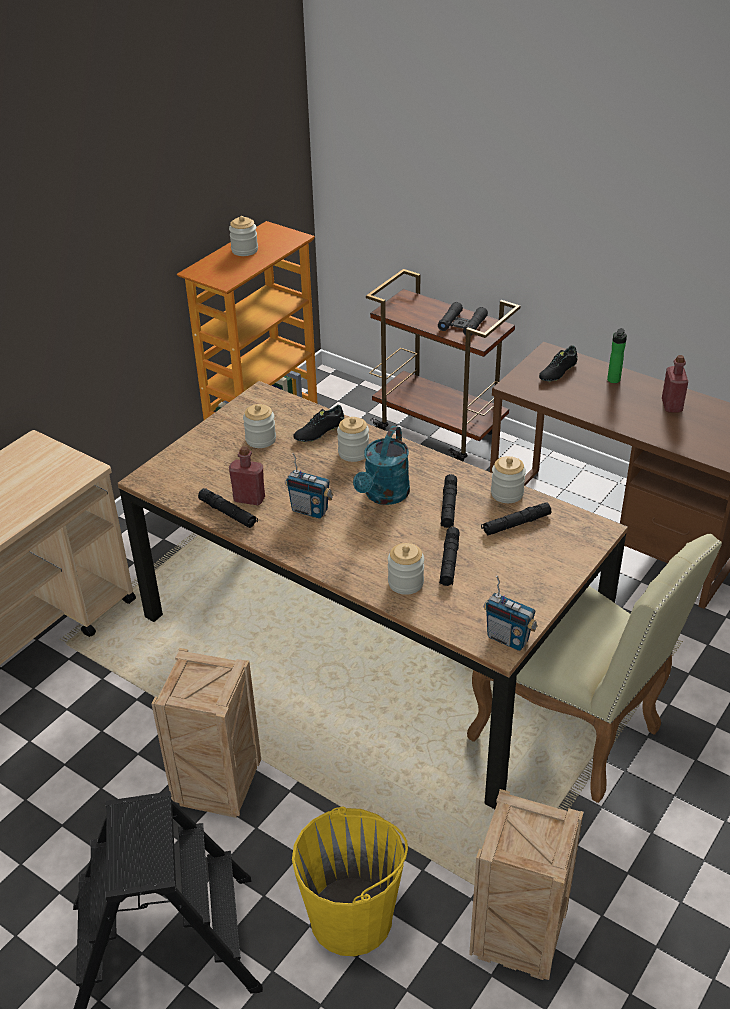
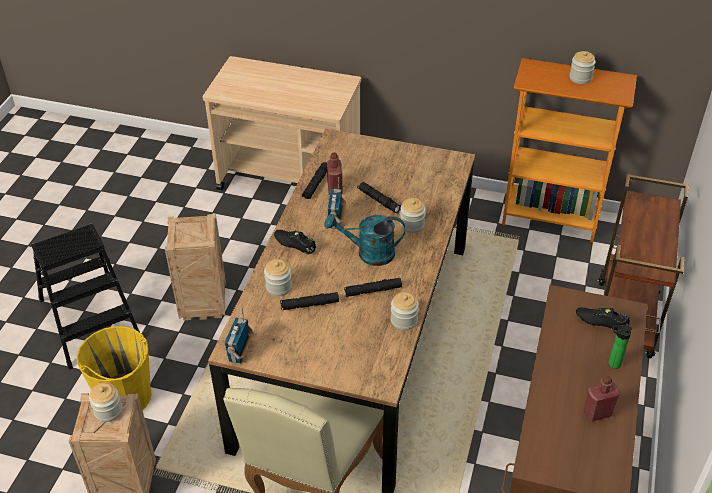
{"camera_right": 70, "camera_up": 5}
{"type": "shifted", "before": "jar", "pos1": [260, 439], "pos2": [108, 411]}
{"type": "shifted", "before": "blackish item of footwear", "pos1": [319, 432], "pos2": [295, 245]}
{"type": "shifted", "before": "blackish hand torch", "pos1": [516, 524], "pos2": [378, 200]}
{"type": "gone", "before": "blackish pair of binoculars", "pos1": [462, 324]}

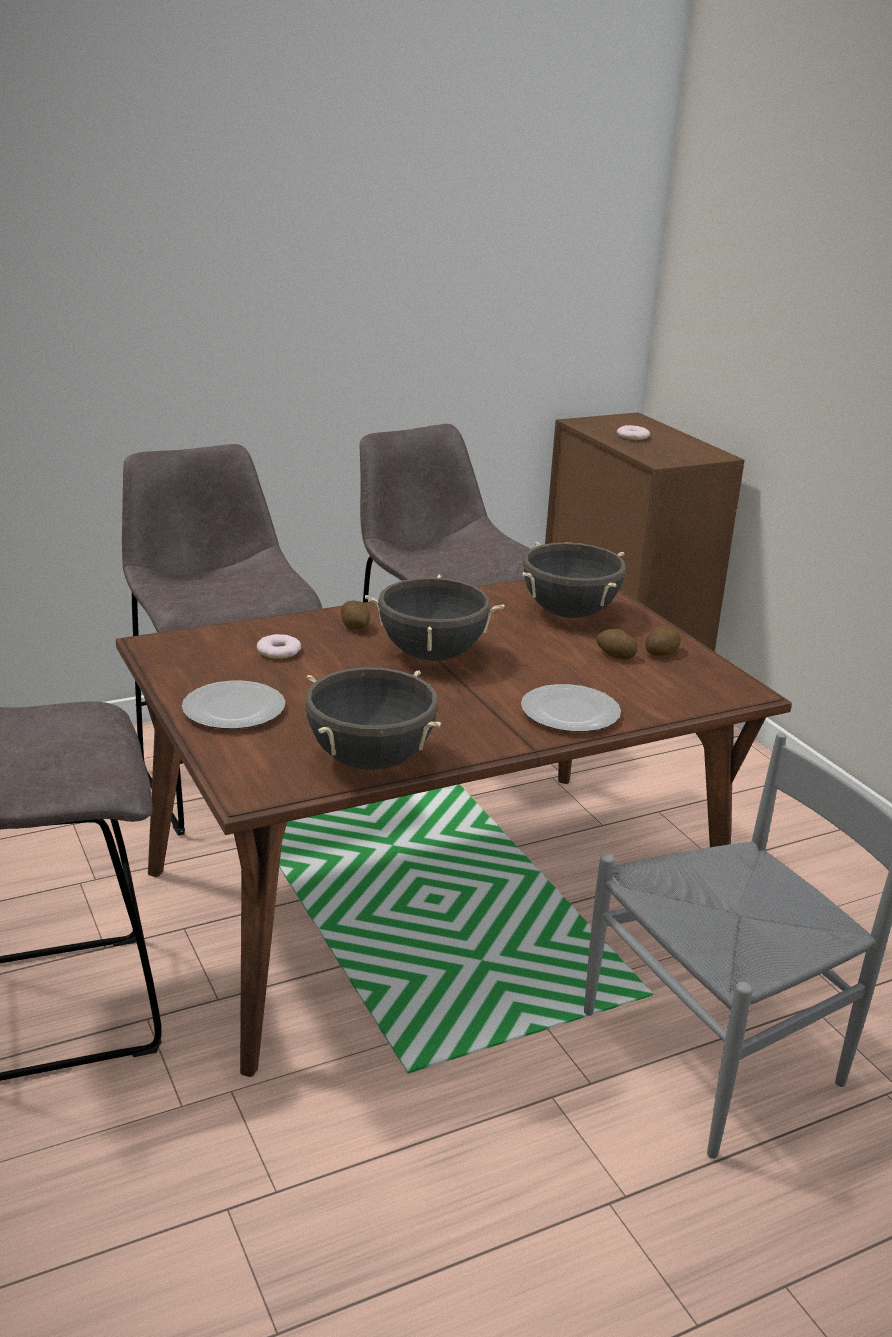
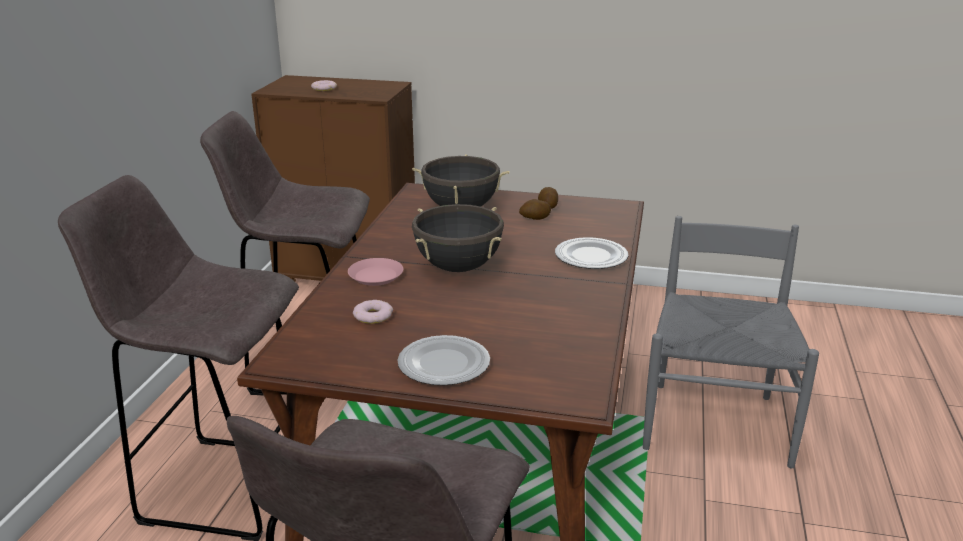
{"camera_right": -50, "camera_up": 0}
{"type": "swapped", "before": "whole potato", "after": "pink plate", "pos1": [355, 627], "pos2": [376, 276]}
{"type": "gone", "before": "blackish saucepot", "pos1": [370, 761]}

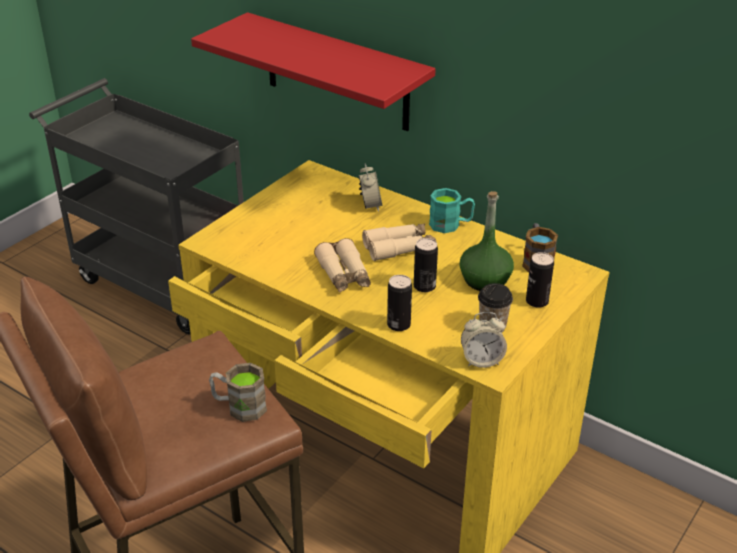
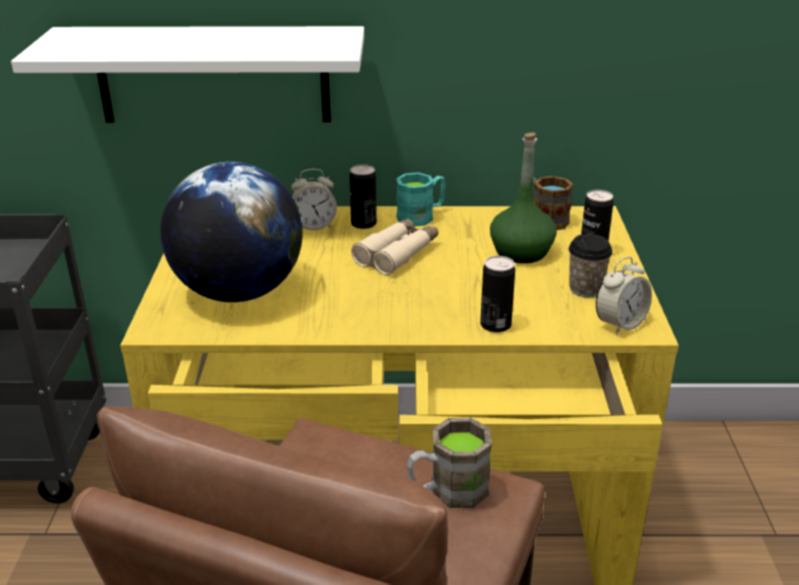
{"camera_right": -35, "camera_up": -5}
{"type": "repainted", "before": "reddish wall shelf", "after": "white wall shelf", "pos1": [337, 73], "pos2": [213, 75]}
{"type": "new", "after": "world globe", "pos2": [239, 292]}
{"type": "rotated", "before": "bedside clock", "pos1": [370, 205], "pos2": [314, 226], "turn": 120}
{"type": "shifted", "before": "can", "pos1": [424, 286], "pos2": [363, 224]}
{"type": "gone", "before": "beige-coloured pair of binoculars", "pos1": [344, 274]}

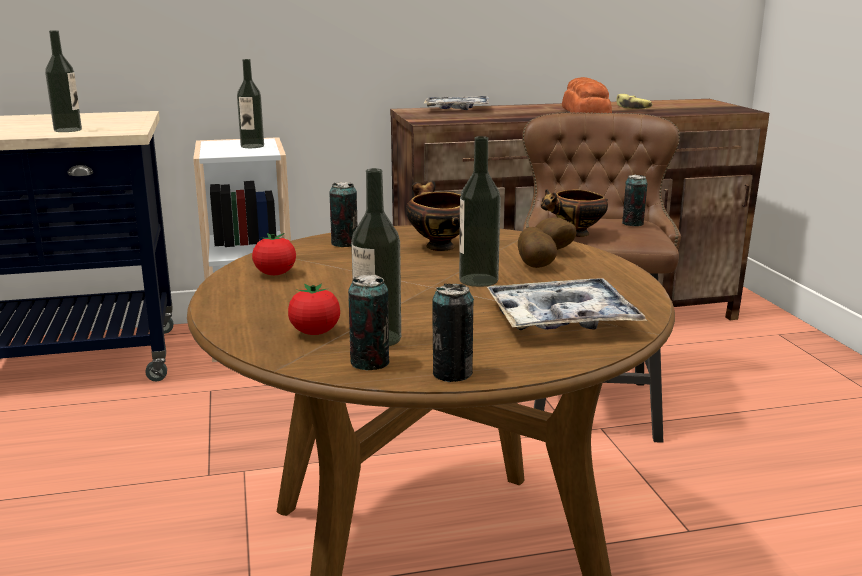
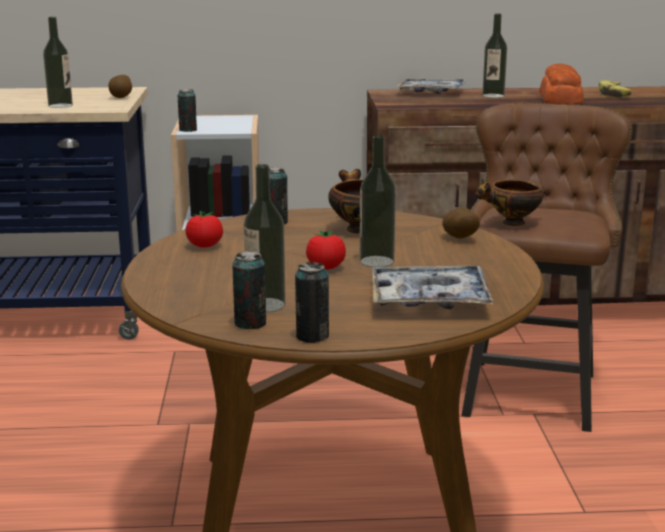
{"camera_right": 10, "camera_up": 0}
{"type": "shifted", "before": "whole potato", "pos1": [536, 265], "pos2": [122, 97]}
{"type": "shifted", "before": "can", "pos1": [633, 224], "pos2": [188, 130]}
{"type": "shifted", "before": "fresh tomato", "pos1": [315, 332], "pos2": [326, 268]}
{"type": "shifted", "before": "beverage bottle", "pos1": [252, 146], "pos2": [493, 95]}

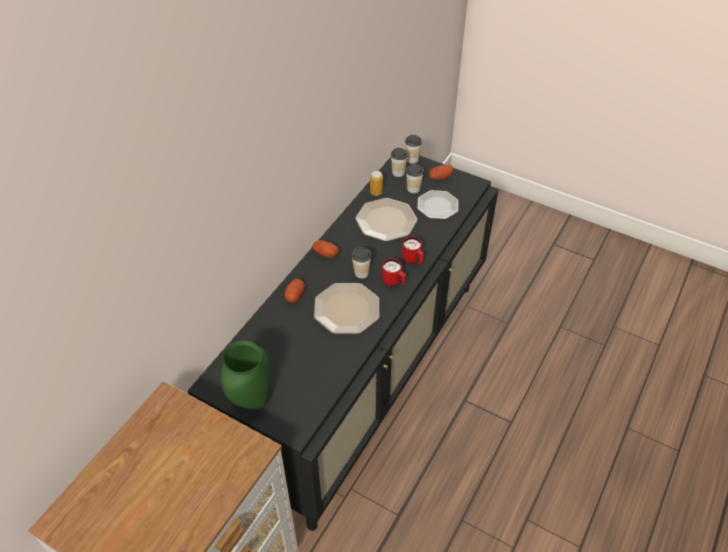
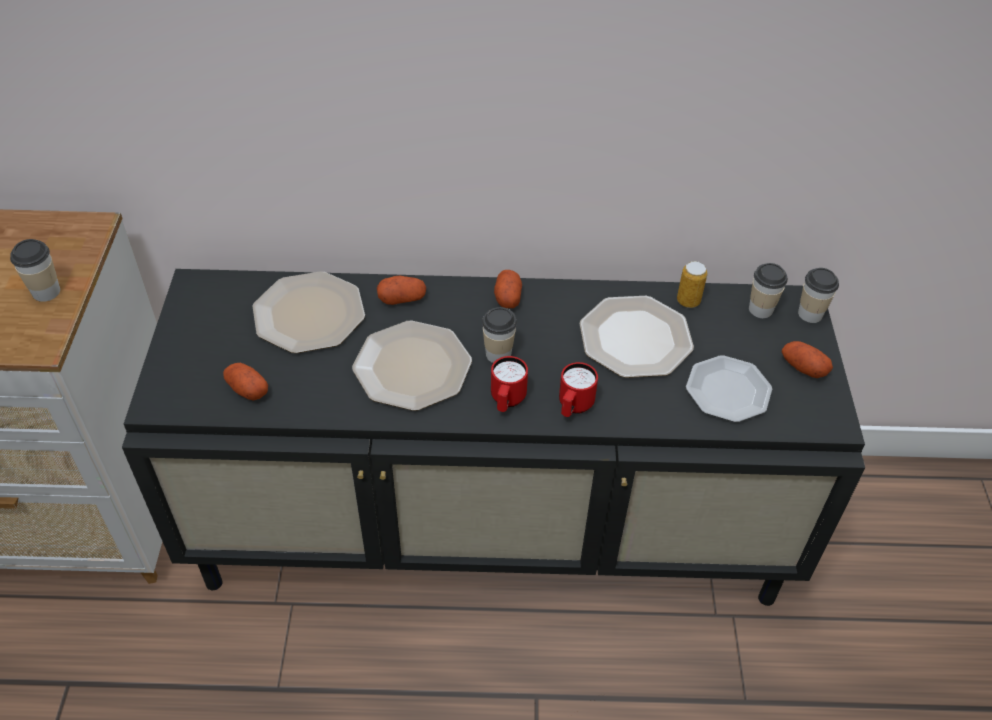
{"camera_right": 60, "camera_up": 0}
{"type": "shifted", "before": "small cup", "pos1": [413, 189], "pos2": [46, 291]}
{"type": "new", "after": "whole potato", "pos2": [247, 389]}
{"type": "new", "after": "plate", "pos2": [309, 315]}
{"type": "gone", "before": "greenish decorative vase", "pos1": [252, 402]}

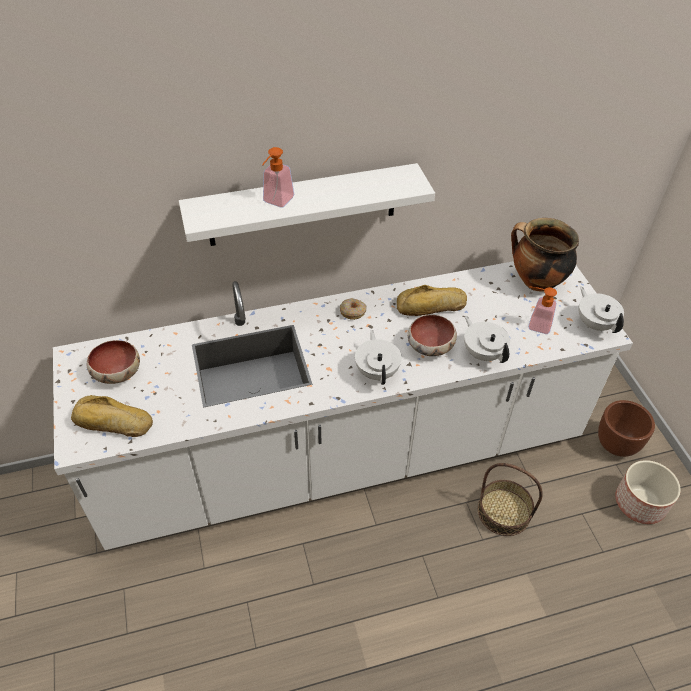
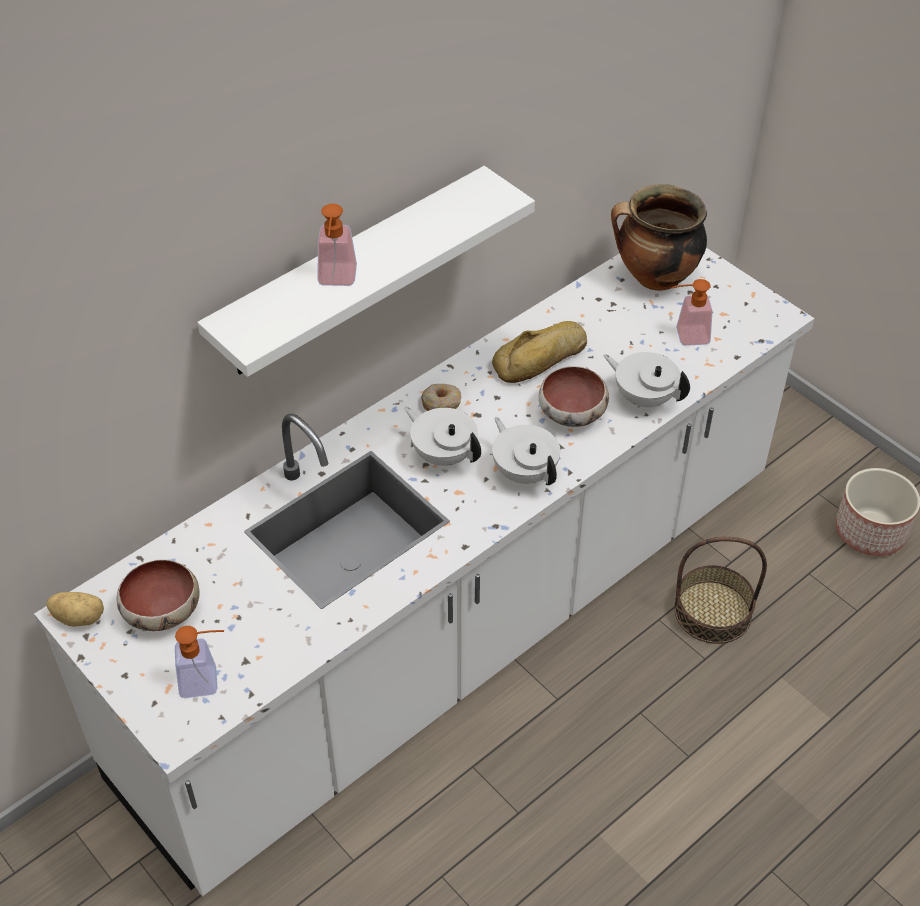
{"camera_right": -25, "camera_up": 0}
{"type": "new", "after": "whole potato", "pos2": [79, 617]}
{"type": "swapped", "before": "bread", "after": "soap bottle", "pos1": [112, 423], "pos2": [206, 681]}
{"type": "shifted", "before": "white pot for tea", "pos1": [595, 323], "pos2": [443, 454]}
{"type": "gone", "before": "brown plant pot", "pos1": [616, 445]}

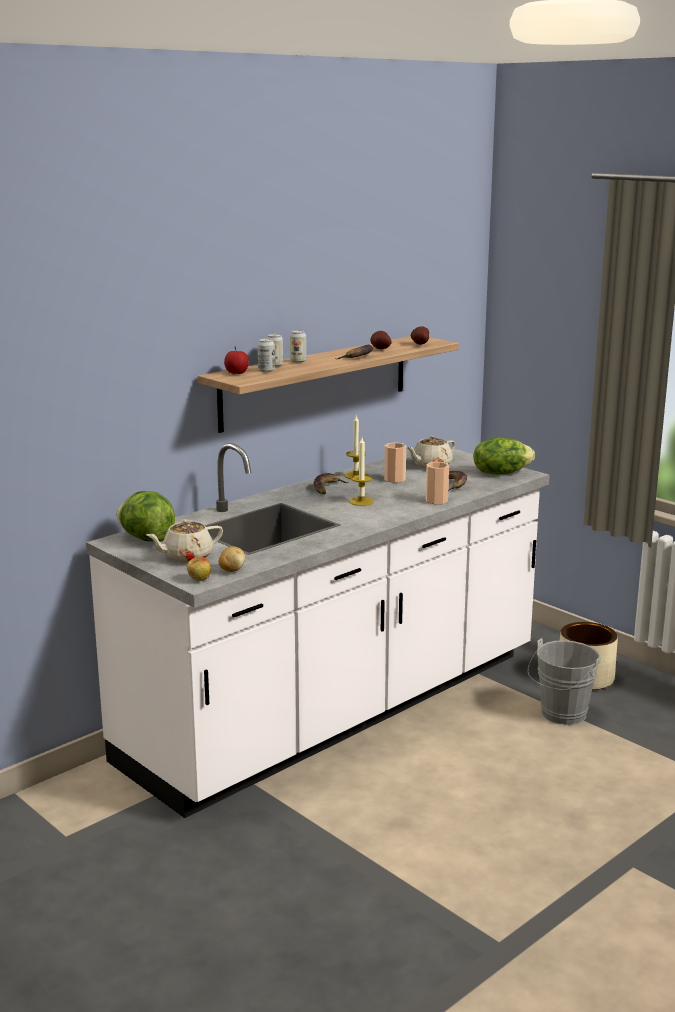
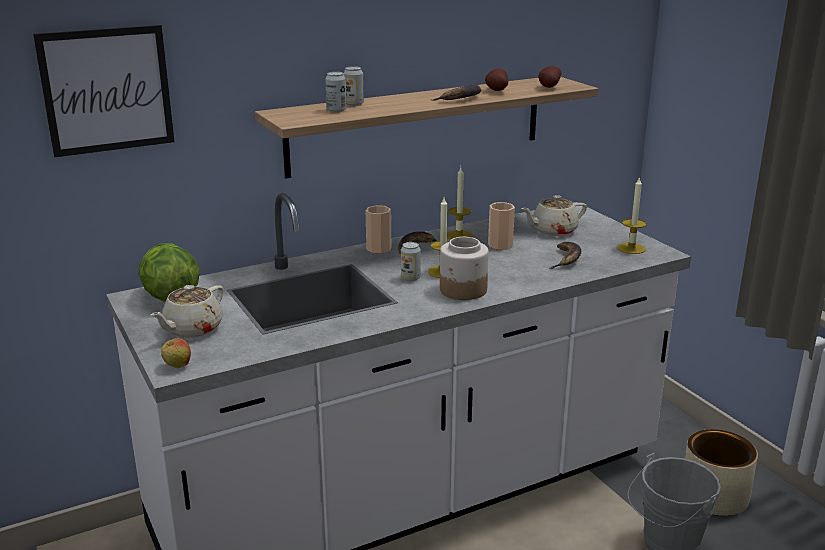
{"camera_right": 15, "camera_up": 5}
{"type": "new", "after": "wall picture", "pos2": [107, 90]}
{"type": "rotated", "before": "beige-coloured pot for tea", "pos1": [187, 557], "pos2": [192, 329], "turn": -45}
{"type": "shifted", "before": "small cup", "pos1": [436, 500], "pos2": [378, 249]}
{"type": "shifted", "before": "can", "pos1": [298, 361], "pos2": [410, 278]}
{"type": "new", "after": "jar", "pos2": [463, 290]}
{"type": "swapped", "before": "head of lettuce", "after": "wax light", "pos1": [501, 473], "pos2": [631, 248]}
{"type": "gone", "before": "whole potato", "pos1": [231, 570]}
{"type": "gone", "before": "apple fruit", "pos1": [236, 373]}

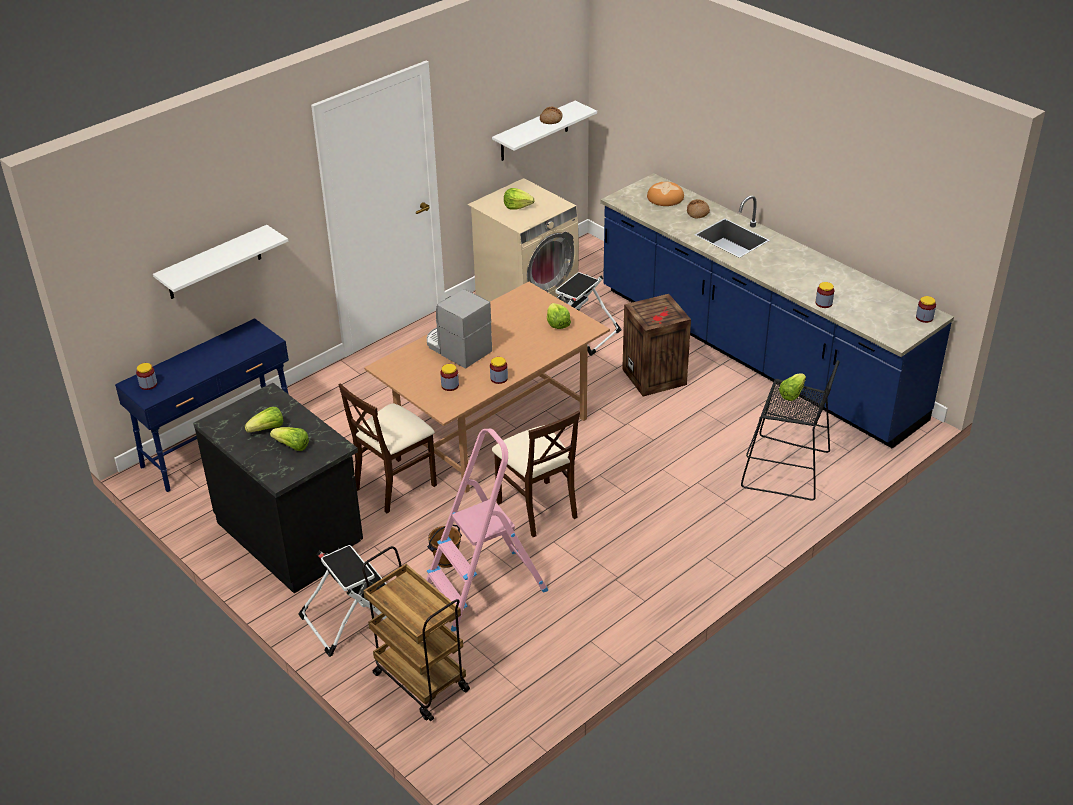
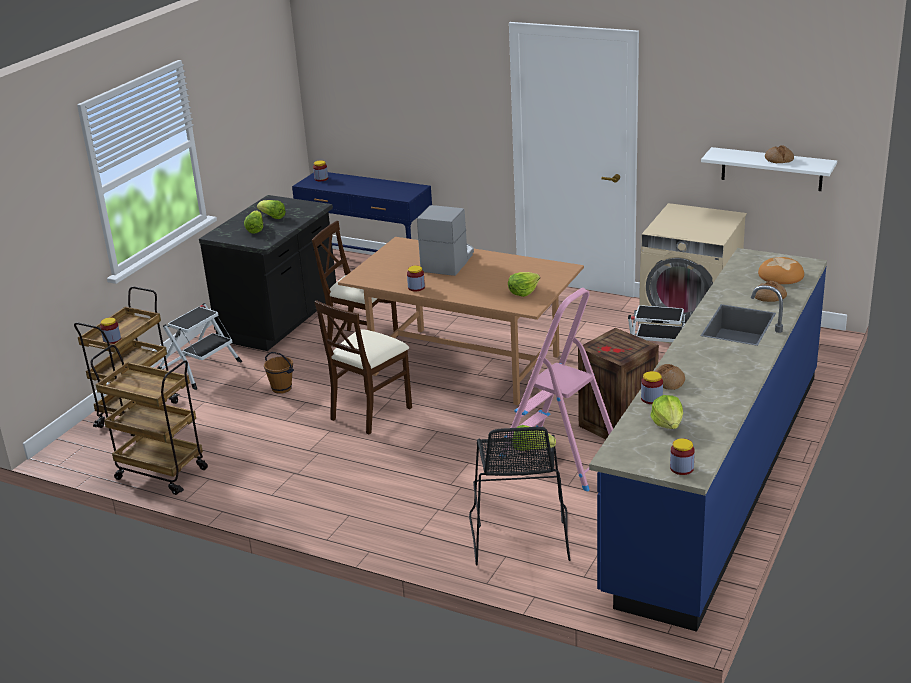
{"camera_right": 70, "camera_up": -10}
{"type": "new", "after": "brown wheeled cart", "pos2": [161, 473]}
{"type": "shifted", "before": "jar", "pos1": [450, 385], "pos2": [112, 340]}
{"type": "shifted", "before": "pink step stool", "pos1": [484, 590], "pos2": [560, 457]}
{"type": "shifted", "before": "head of lettuce", "pos1": [517, 206], "pos2": [668, 424]}
{"type": "new", "after": "bread", "pos2": [669, 381]}
{"type": "gone", "before": "white wall shelf", "pos1": [214, 263]}

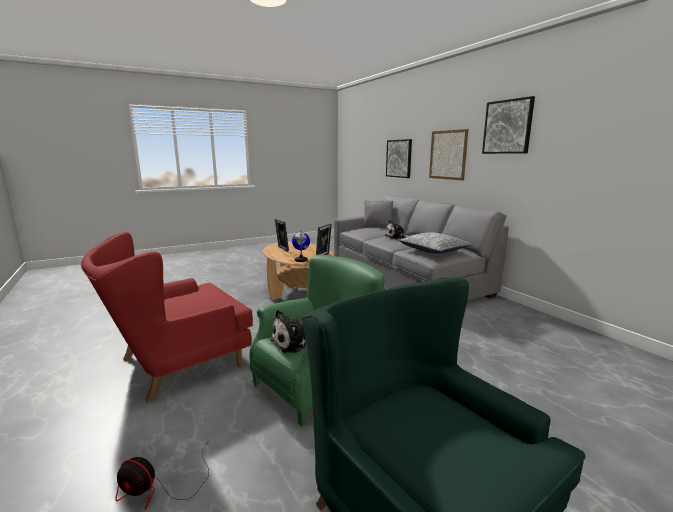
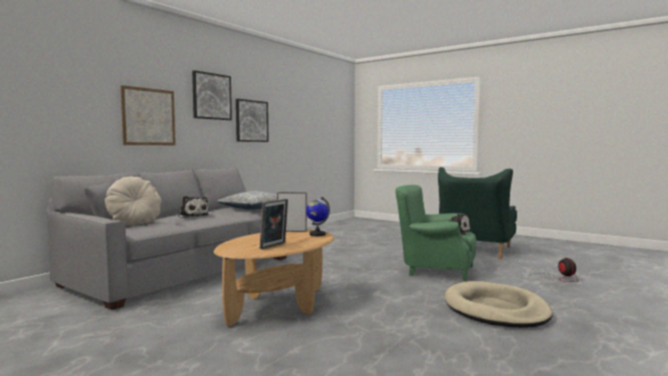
{"camera_right": -115, "camera_up": -10}
{"type": "new", "after": "beige-coloured throw pillow", "pos2": [134, 224]}
{"type": "shifted", "before": "wall picture", "pos1": [399, 158], "pos2": [251, 121]}
{"type": "swapped", "before": "reddish armchair", "after": "beige-coloured dog bed", "pos1": [177, 363], "pos2": [495, 309]}

